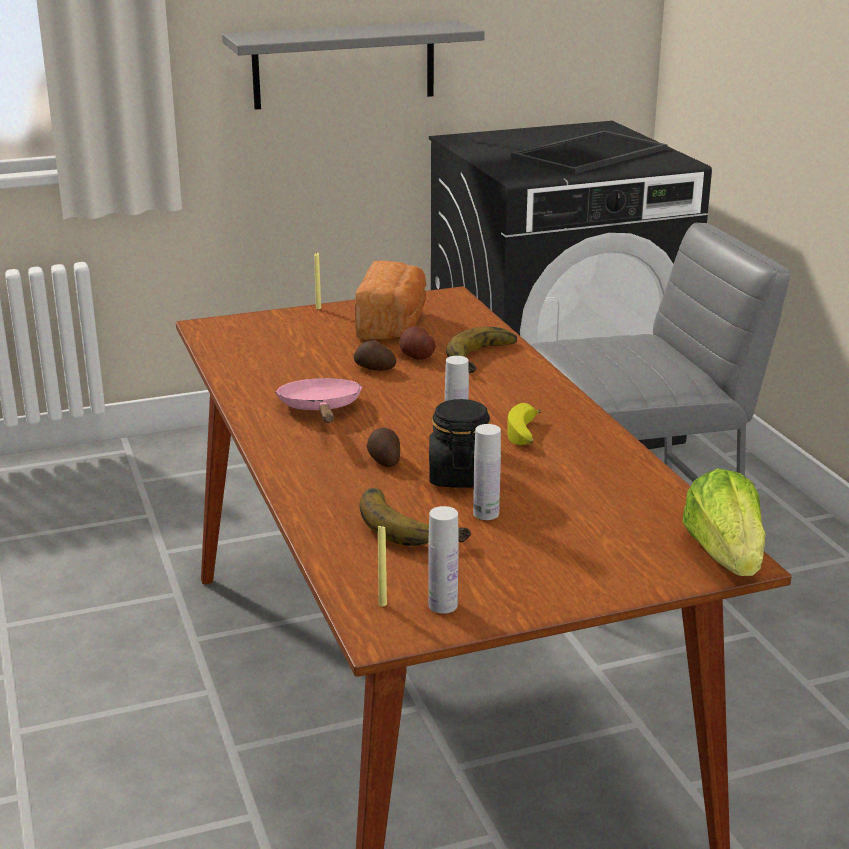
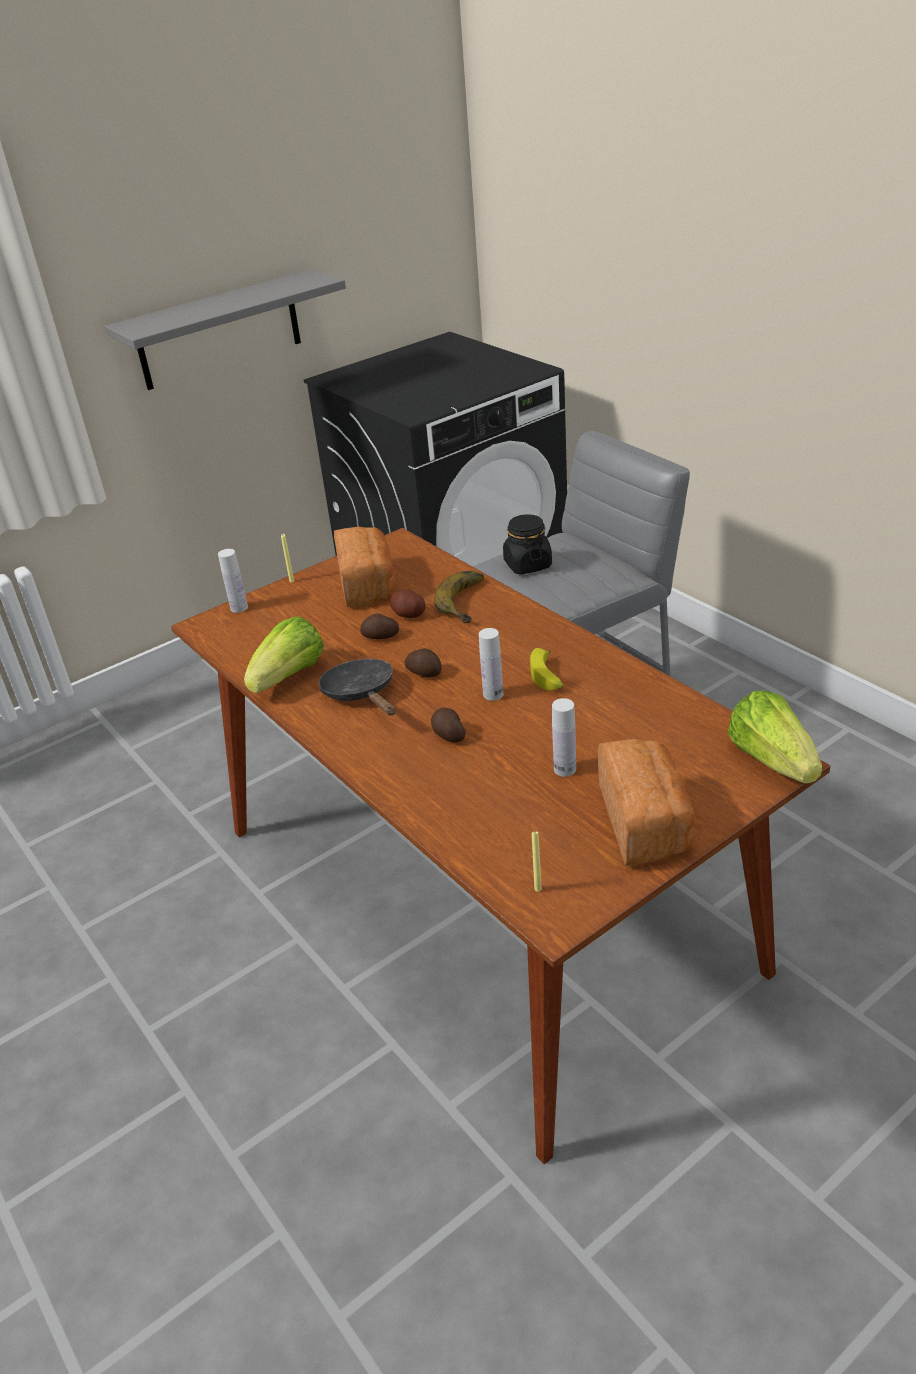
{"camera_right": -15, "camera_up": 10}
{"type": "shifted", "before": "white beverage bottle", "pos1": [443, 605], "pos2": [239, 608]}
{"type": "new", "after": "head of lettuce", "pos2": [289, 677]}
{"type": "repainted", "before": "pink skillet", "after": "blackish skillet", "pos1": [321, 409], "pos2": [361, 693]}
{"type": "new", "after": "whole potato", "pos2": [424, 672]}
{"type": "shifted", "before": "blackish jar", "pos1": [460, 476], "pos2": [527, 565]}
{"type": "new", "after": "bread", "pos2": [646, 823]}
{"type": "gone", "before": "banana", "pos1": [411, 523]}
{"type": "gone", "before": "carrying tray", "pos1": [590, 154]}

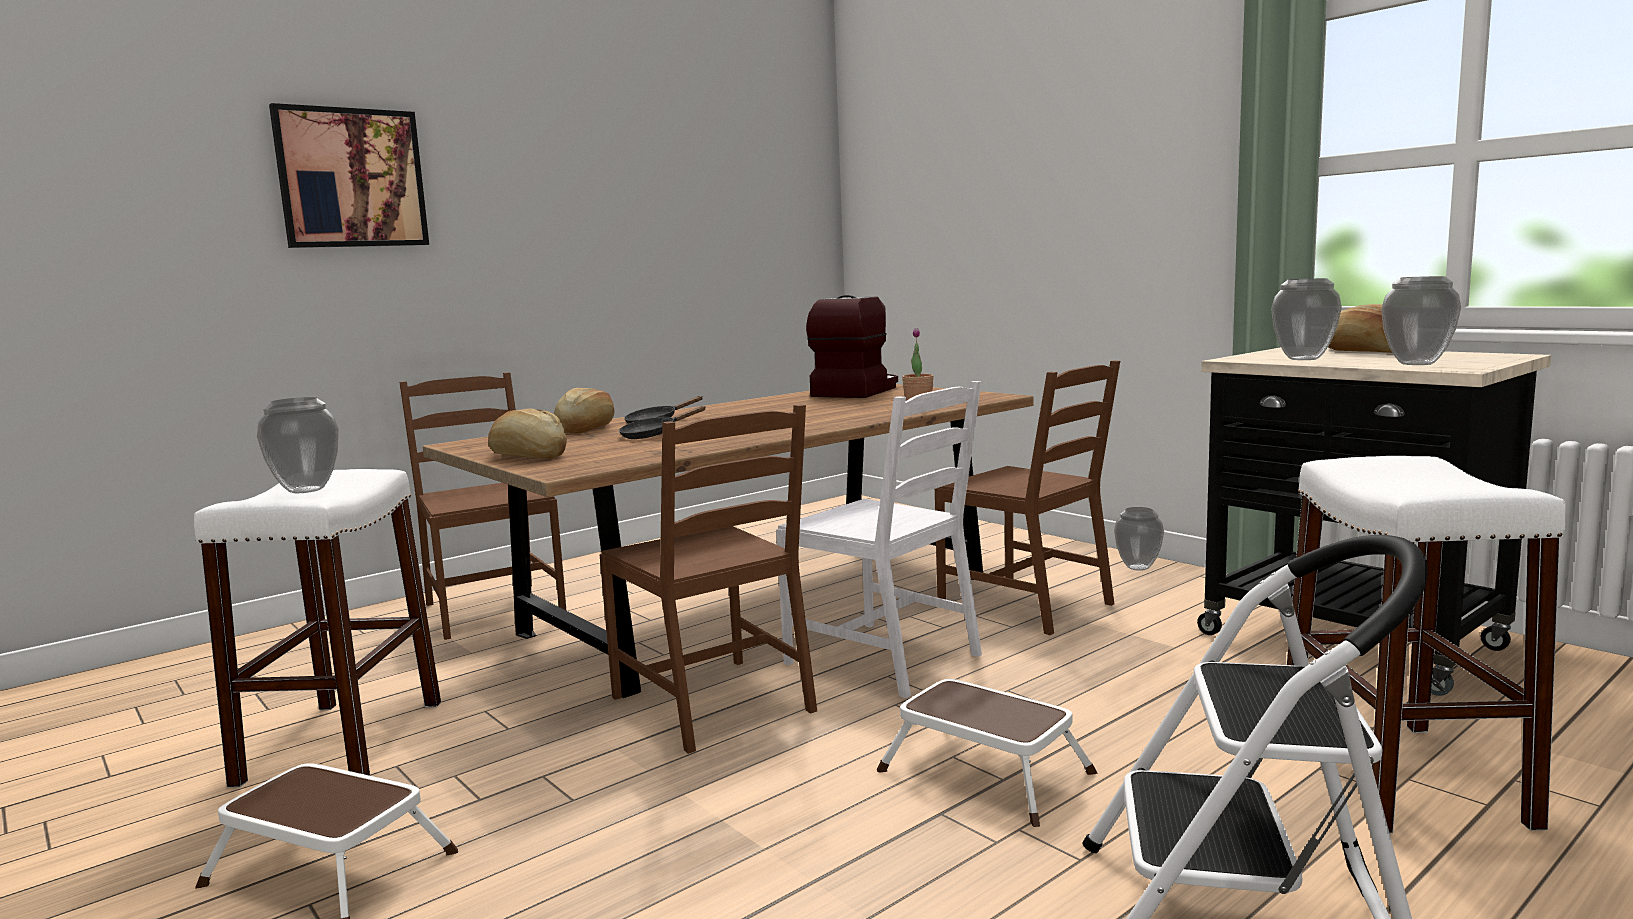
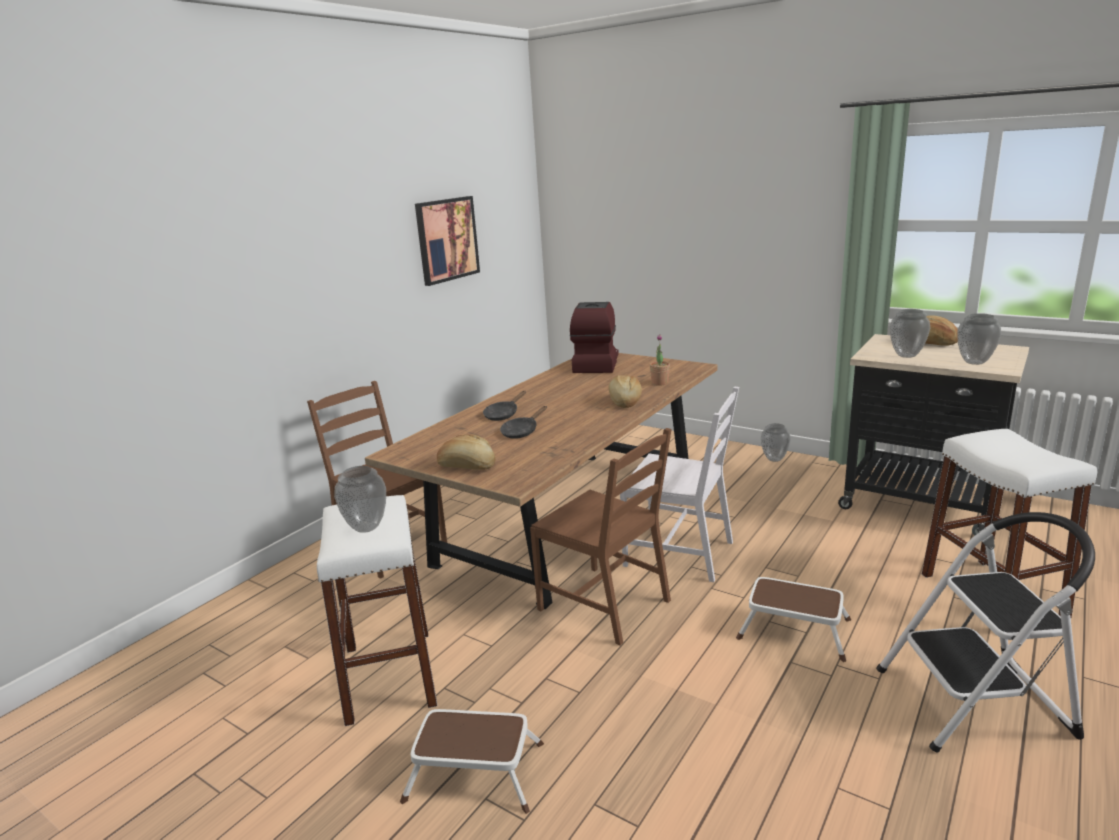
{"camera_right": -15, "camera_up": 10}
{"type": "shifted", "before": "wall picture", "pos1": [351, 178], "pos2": [447, 239]}
{"type": "shifted", "before": "bread", "pos1": [585, 429], "pos2": [624, 401]}
{"type": "gone", "before": "brown chair", "pos1": [1028, 605]}

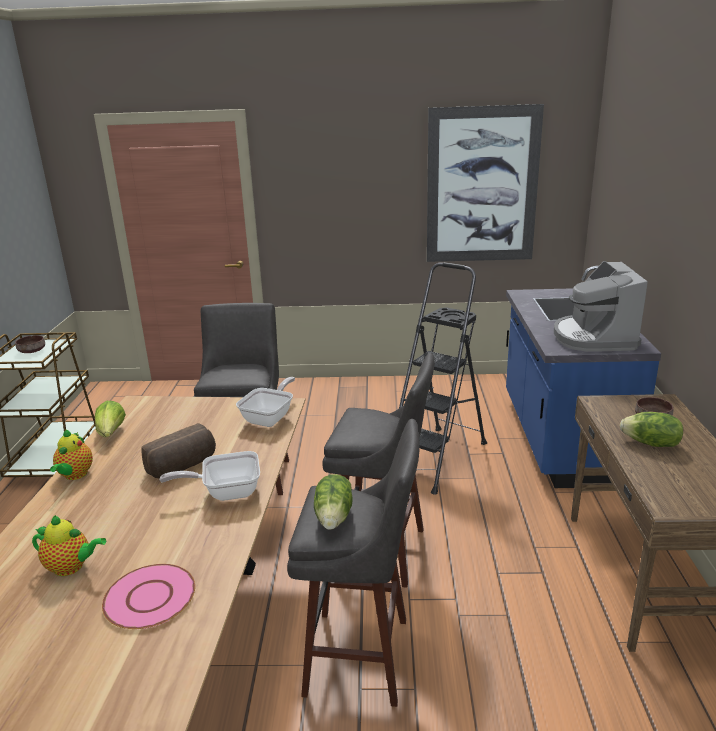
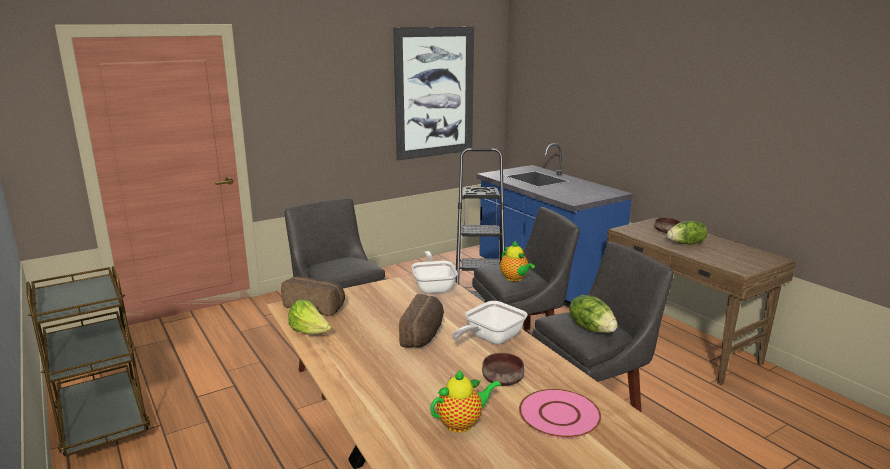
{"camera_right": -35, "camera_up": -5}
{"type": "new", "after": "bread", "pos2": [315, 306]}
{"type": "shifted", "before": "brown deep dish", "pos1": [31, 351], "pos2": [503, 380]}
{"type": "shifted", "before": "pot for tea", "pos1": [75, 475], "pos2": [515, 279]}
{"type": "gone", "before": "coffee maker", "pos1": [593, 338]}

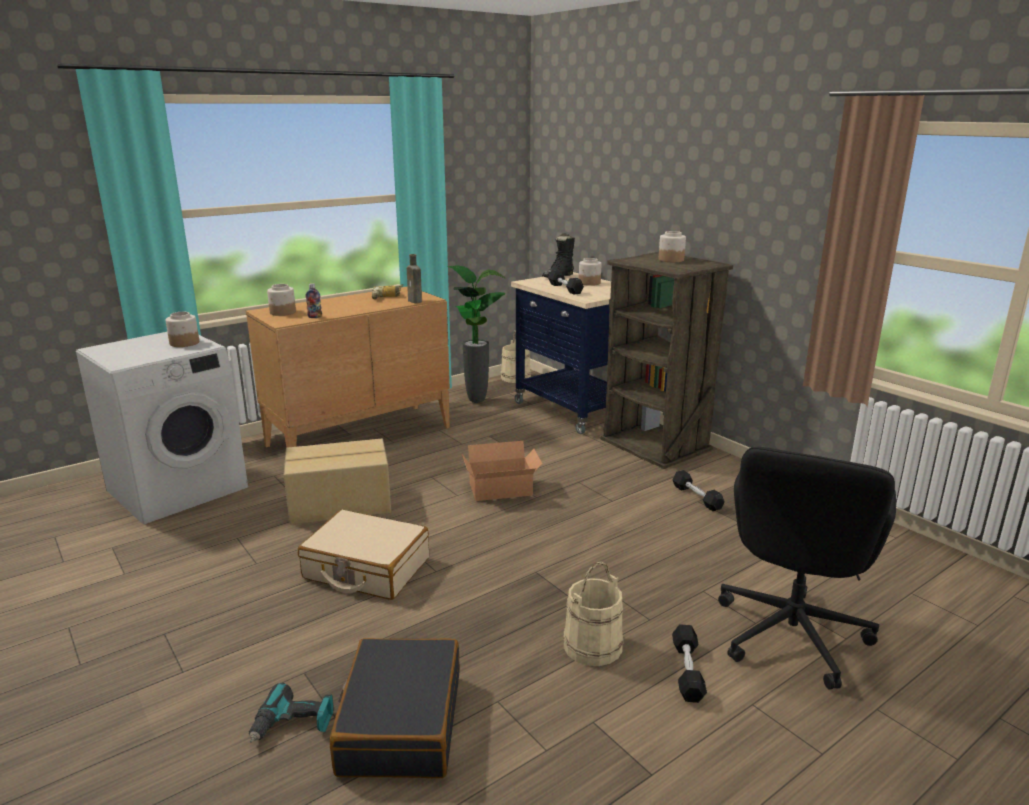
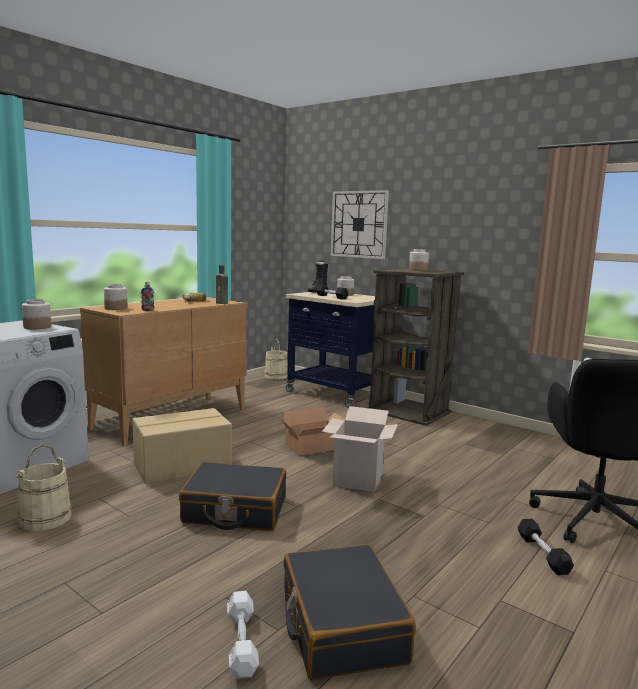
{"camera_right": -15, "camera_up": -10}
{"type": "shifted", "before": "beige-coloured water bucket", "pos1": [592, 645], "pos2": [45, 518]}
{"type": "repainted", "before": "beige-coloured suitcase", "after": "blackish suitcase", "pos1": [366, 569], "pos2": [235, 510]}
{"type": "swapped", "before": "power drill", "after": "white free weight", "pos1": [293, 724], "pos2": [241, 642]}
{"type": "new", "after": "cardboard box", "pos2": [358, 479]}
{"type": "new", "after": "wall clock", "pos2": [359, 224]}
{"type": "gone", "before": "plant in a pot", "pos1": [476, 401]}
{"type": "gone", "before": "blackish free weight", "pos1": [697, 497]}

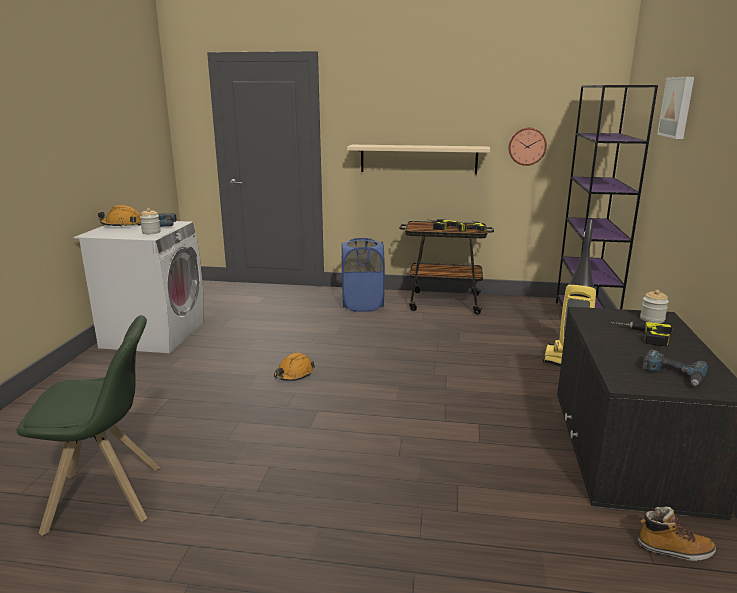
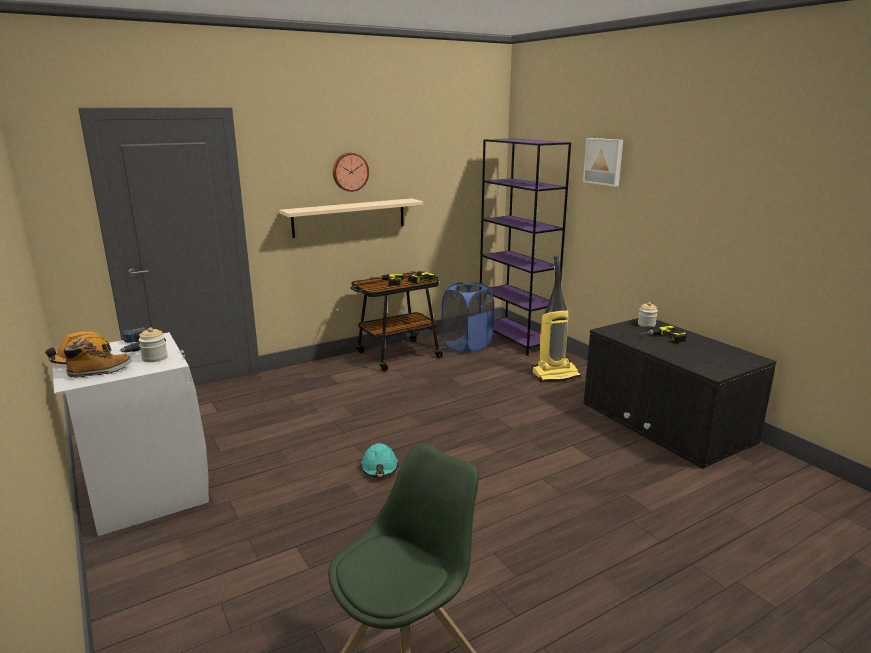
{"camera_right": -40, "camera_up": 0}
{"type": "shifted", "before": "high-top boot", "pos1": [674, 550], "pos2": [100, 371]}
{"type": "shifted", "before": "wall clock", "pos1": [527, 146], "pos2": [350, 172]}
{"type": "repainted", "before": "orange safety helmet", "after": "turquoise-coloured safety helmet", "pos1": [294, 374], "pos2": [379, 468]}
{"type": "shifted", "before": "bluish hamper", "pos1": [362, 305], "pos2": [467, 345]}
{"type": "gone", "before": "power drill", "pos1": [673, 374]}

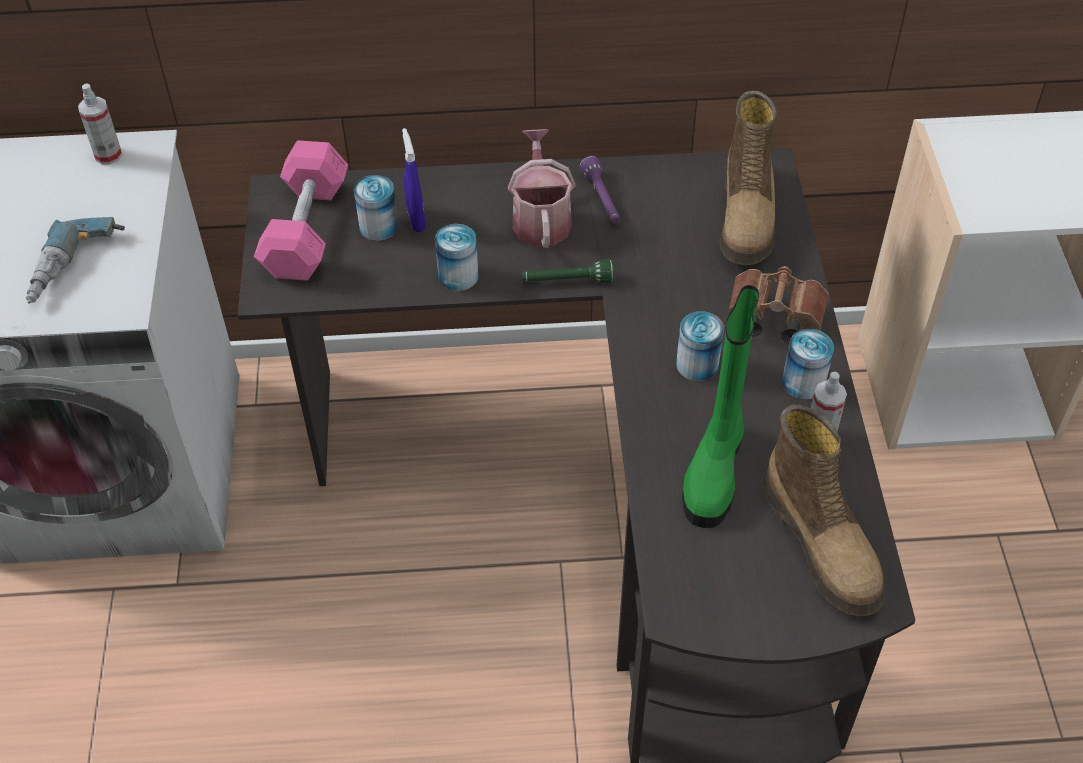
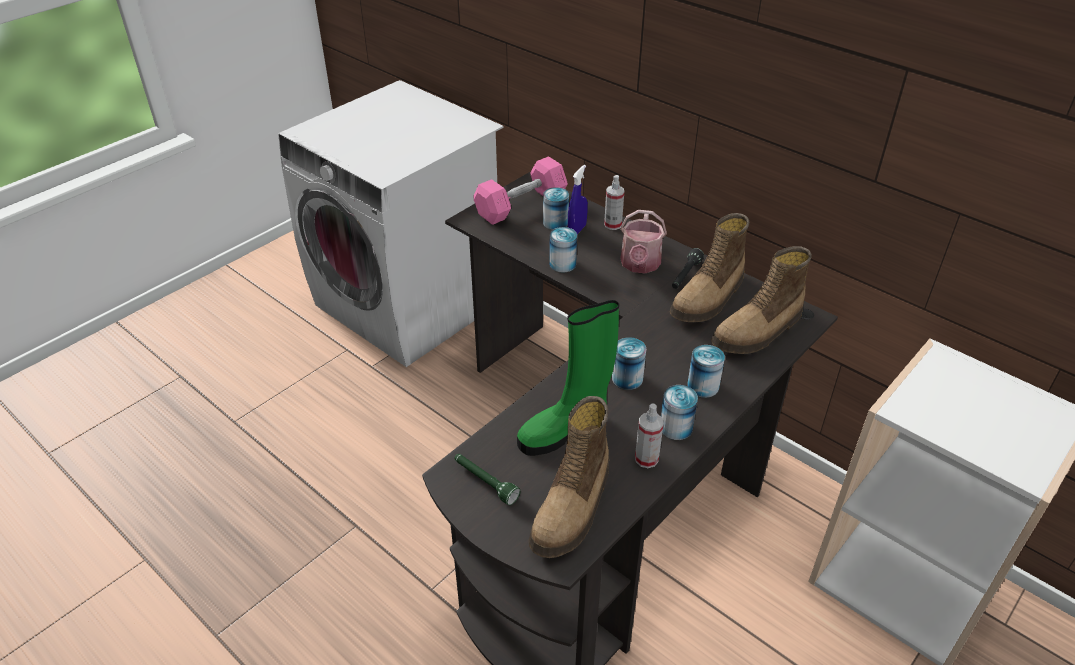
{"camera_right": 45, "camera_up": -10}
{"type": "shifted", "before": "greenish hand torch", "pos1": [567, 281], "pos2": [485, 482]}
{"type": "shifted", "before": "sprayer", "pos1": [108, 155], "pos2": [613, 225]}
{"type": "rotated", "before": "watering can", "pos1": [541, 218], "pos2": [640, 265], "turn": 150}
{"type": "new", "after": "high-top boot", "pos2": [709, 299]}
{"type": "repainted", "before": "purple-coloured hand torch", "after": "blackish hand torch", "pos1": [602, 199], "pos2": [685, 276]}
{"type": "swapped", "before": "brown pair of binoculars", "after": "can", "pos1": [772, 318], "pos2": [703, 386]}
{"type": "gone", "before": "power drill", "pos1": [77, 270]}

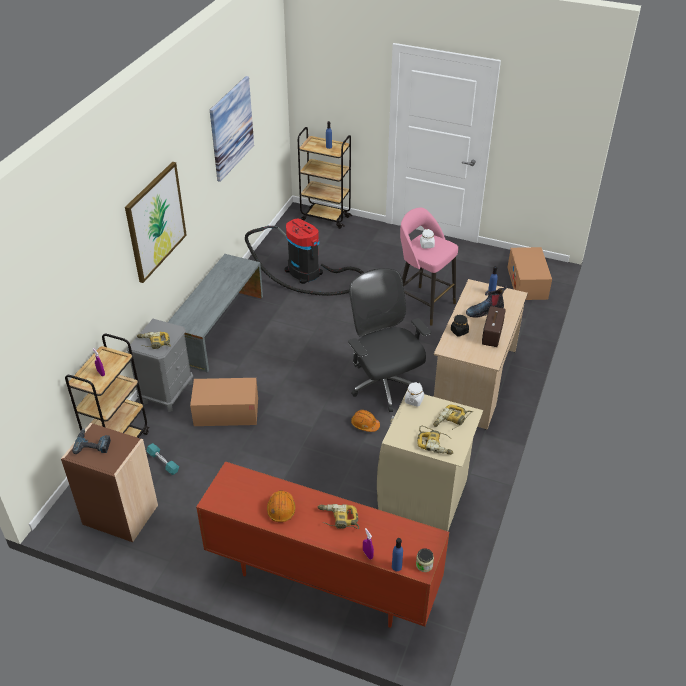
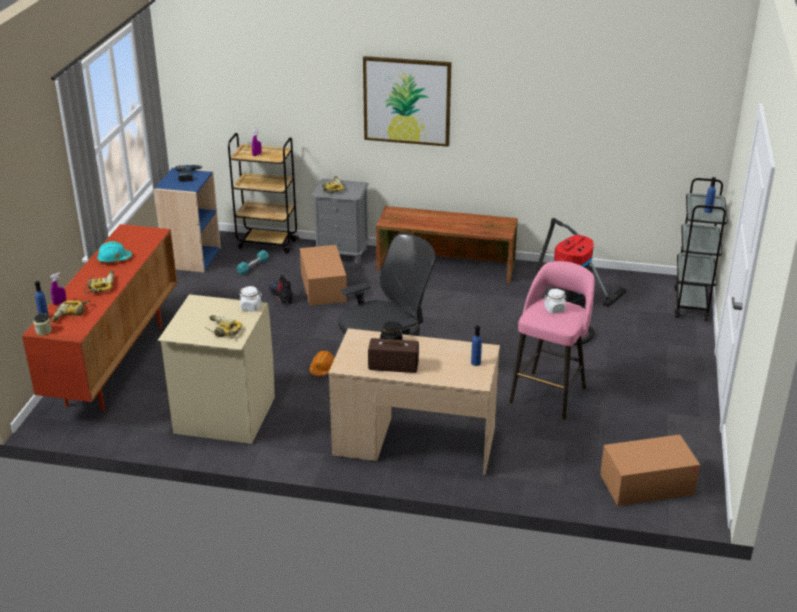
{"camera_right": 80, "camera_up": -10}
{"type": "shifted", "before": "power drill", "pos1": [435, 444], "pos2": [71, 315]}
{"type": "repainted", "before": "orange safety helmet", "after": "turquoise-coloured safety helmet", "pos1": [281, 509], "pos2": [114, 259]}
{"type": "repainted", "before": "brown shelving unit", "after": "bluish shelving unit", "pos1": [119, 515], "pos2": [192, 257]}
{"type": "shifted", "before": "high-top boot", "pos1": [485, 311], "pos2": [282, 296]}
{"type": "repainted", "before": "gray long seat", "after": "brown long seat", "pos1": [218, 327], "pos2": [447, 265]}
{"type": "repainted", "before": "brown wheeled cart", "after": "gray wheeled cart", "pos1": [326, 218], "pos2": [691, 305]}
{"type": "gone", "before": "wall picture", "pos1": [231, 128]}

